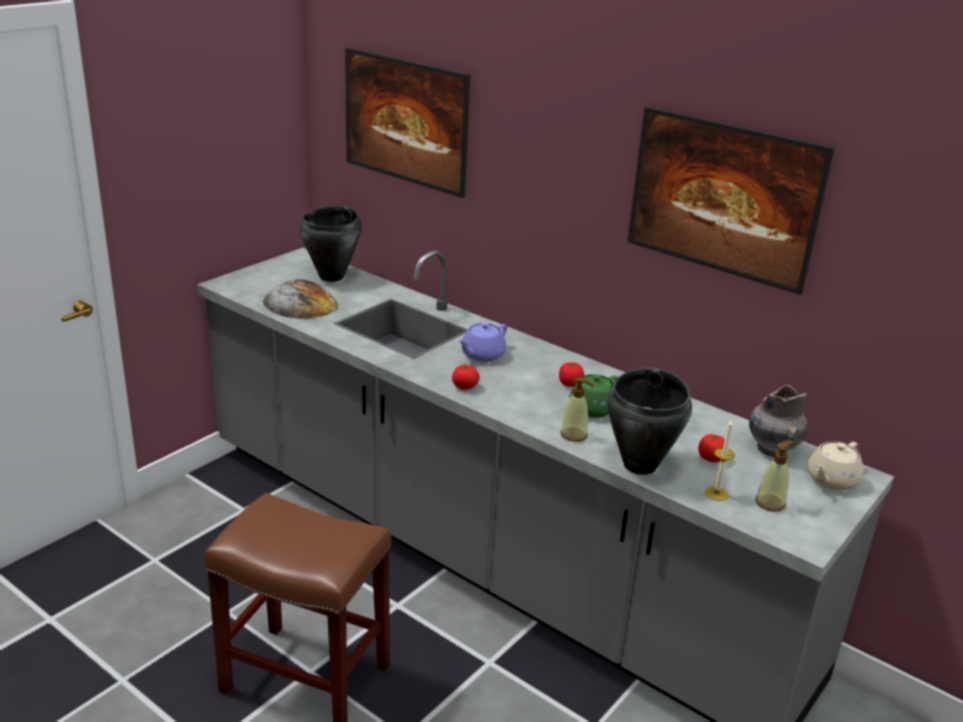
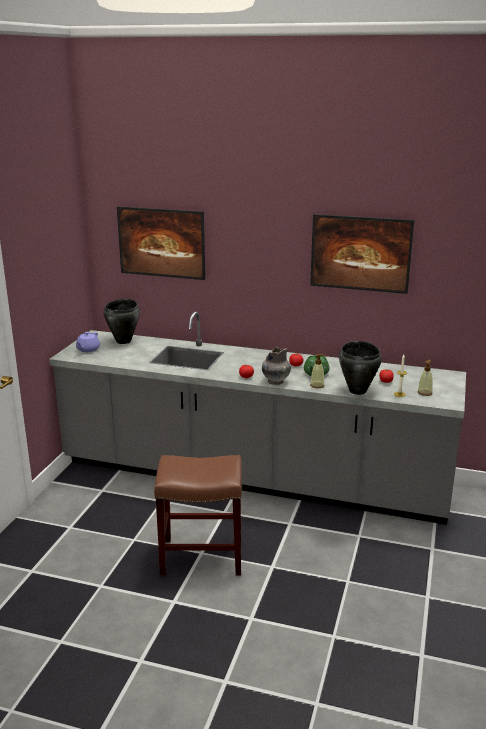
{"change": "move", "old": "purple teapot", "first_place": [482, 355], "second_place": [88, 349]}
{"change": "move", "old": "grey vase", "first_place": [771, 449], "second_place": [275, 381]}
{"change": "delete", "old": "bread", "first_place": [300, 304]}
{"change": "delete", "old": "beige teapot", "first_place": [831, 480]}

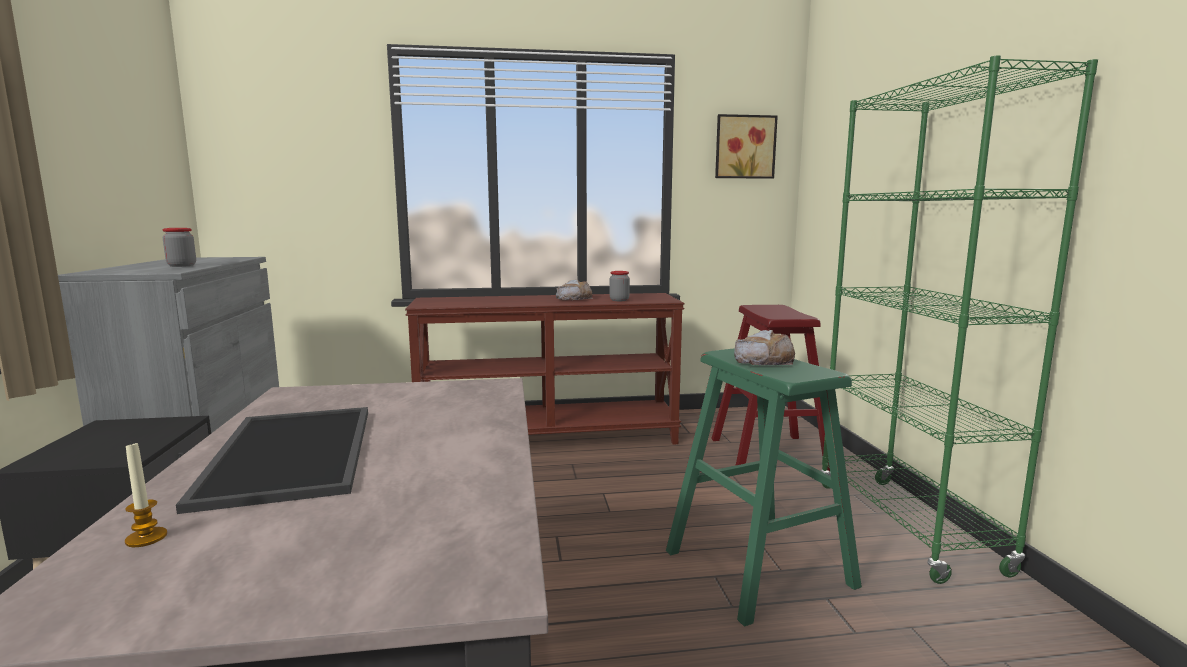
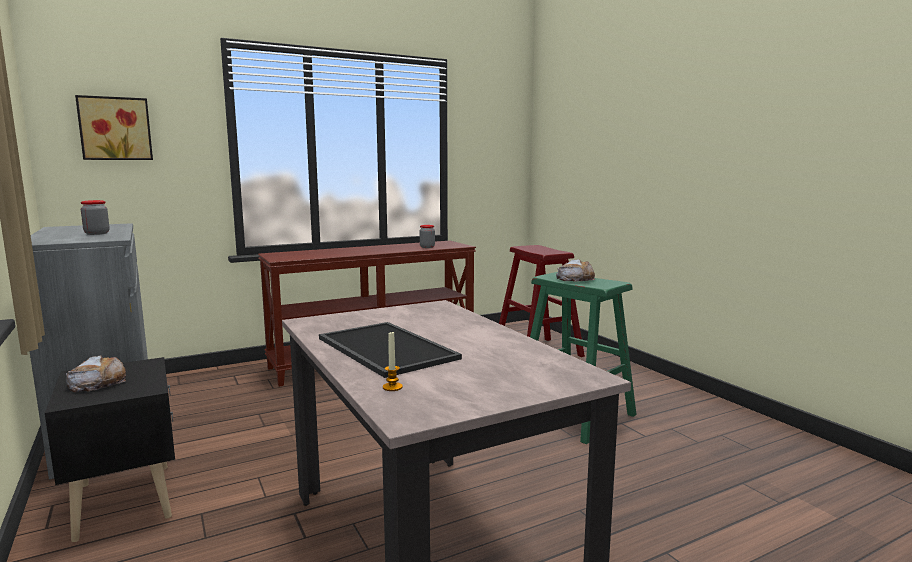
{"change": "move", "old": "bread", "first_place": [574, 298], "second_place": [98, 382]}
{"change": "move", "old": "picture", "first_place": [744, 147], "second_place": [115, 129]}
{"change": "delete", "old": "green bookcase", "first_place": [907, 526]}

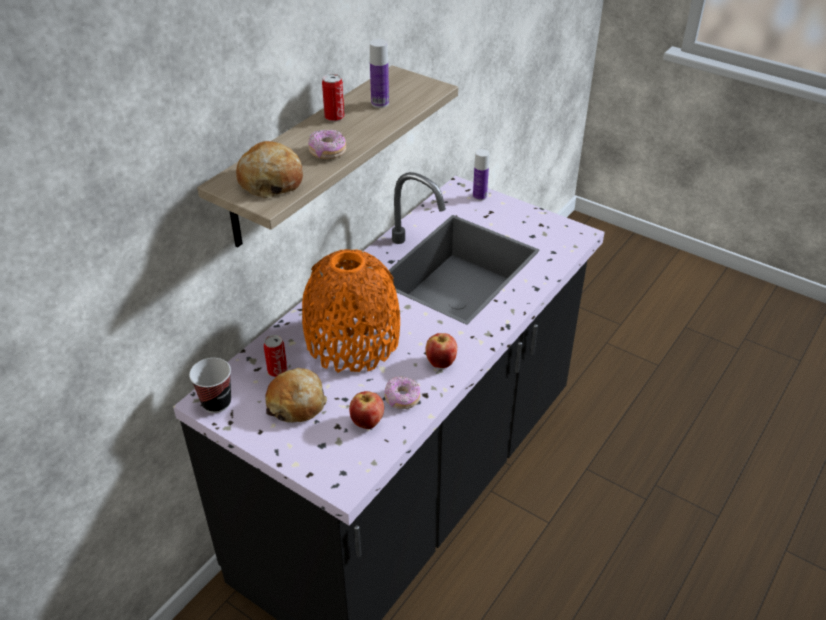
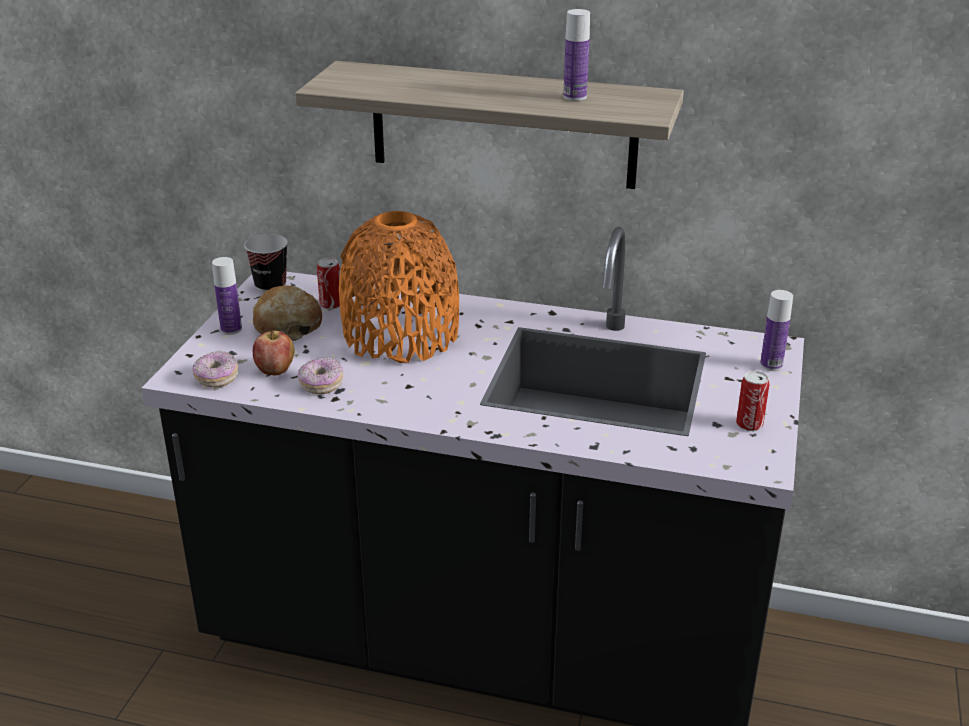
{"change": "move", "old": "donut", "first_place": [327, 152], "second_place": [216, 378]}
{"change": "insert", "new": "bottle", "second_place": [231, 329]}
{"change": "move", "old": "can", "first_place": [334, 117], "second_place": [749, 424]}
{"change": "delete", "old": "bread", "first_place": [271, 181]}
{"change": "delete", "old": "apple", "first_place": [441, 362]}

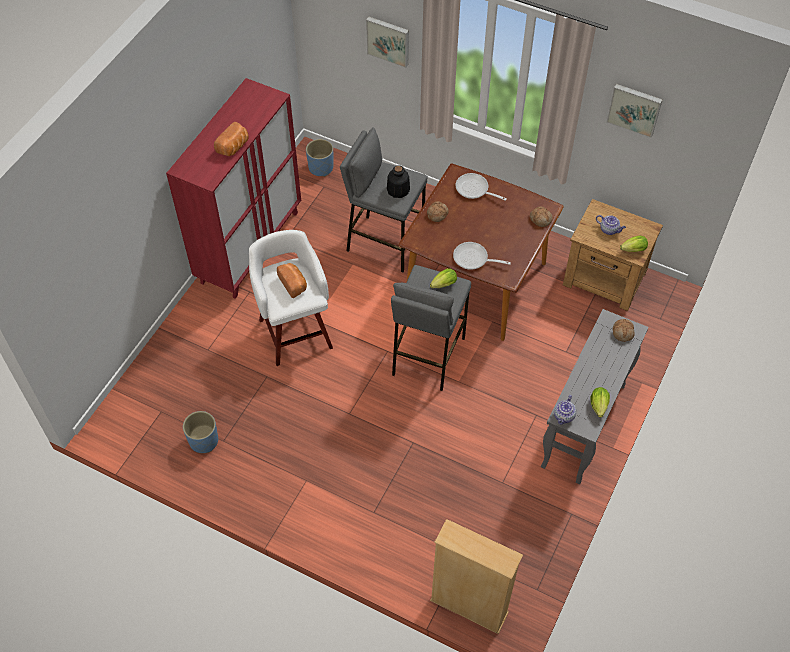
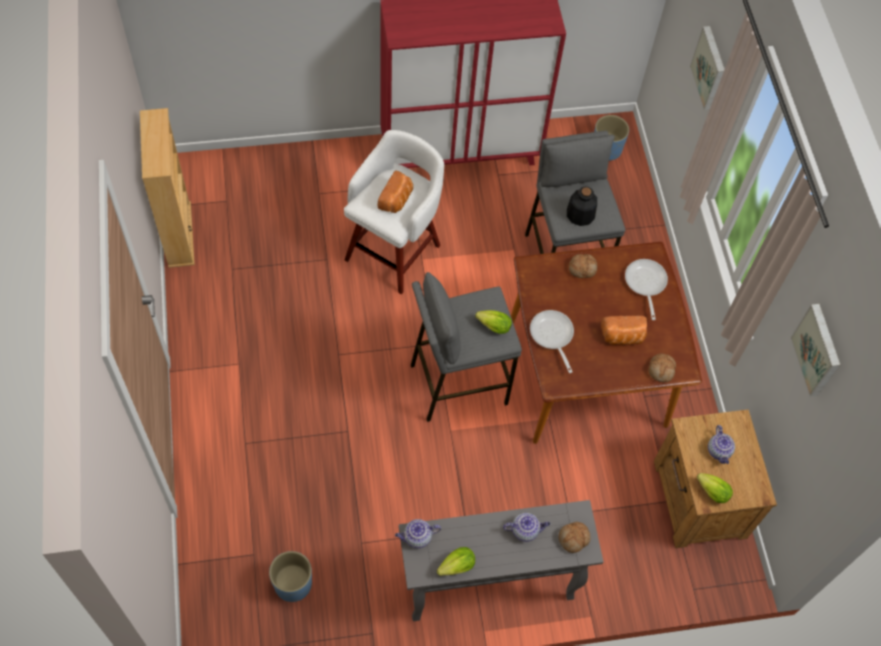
{"change": "move", "old": "beige bookcase", "first_place": [469, 606], "second_place": [179, 234]}
{"change": "move", "old": "blue planter", "first_place": [203, 440], "second_place": [293, 583]}
{"change": "insert", "new": "teapot", "second_place": [525, 530]}
{"change": "move", "old": "bread", "first_place": [234, 147], "second_place": [622, 337]}

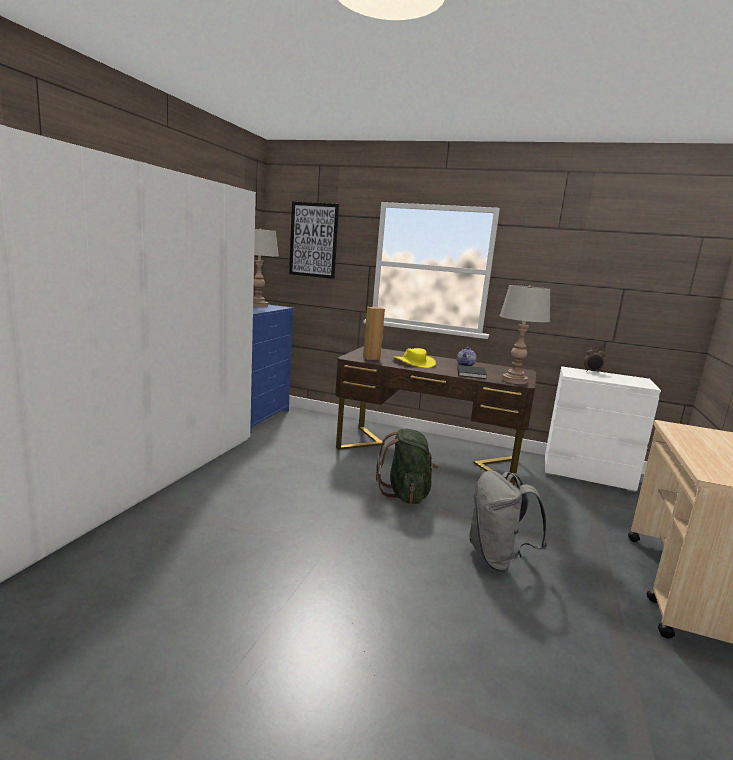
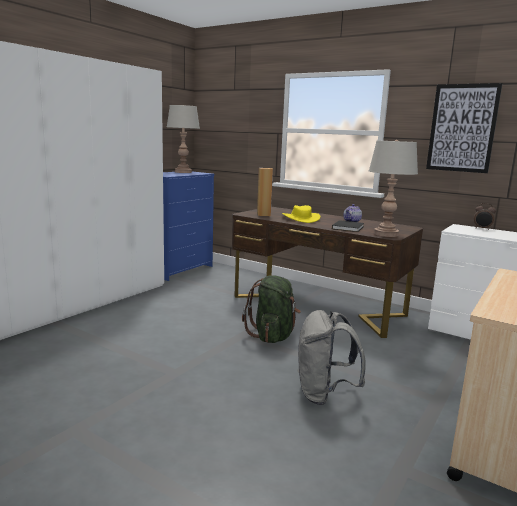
{"change": "move", "old": "picture", "first_place": [313, 240], "second_place": [462, 128]}

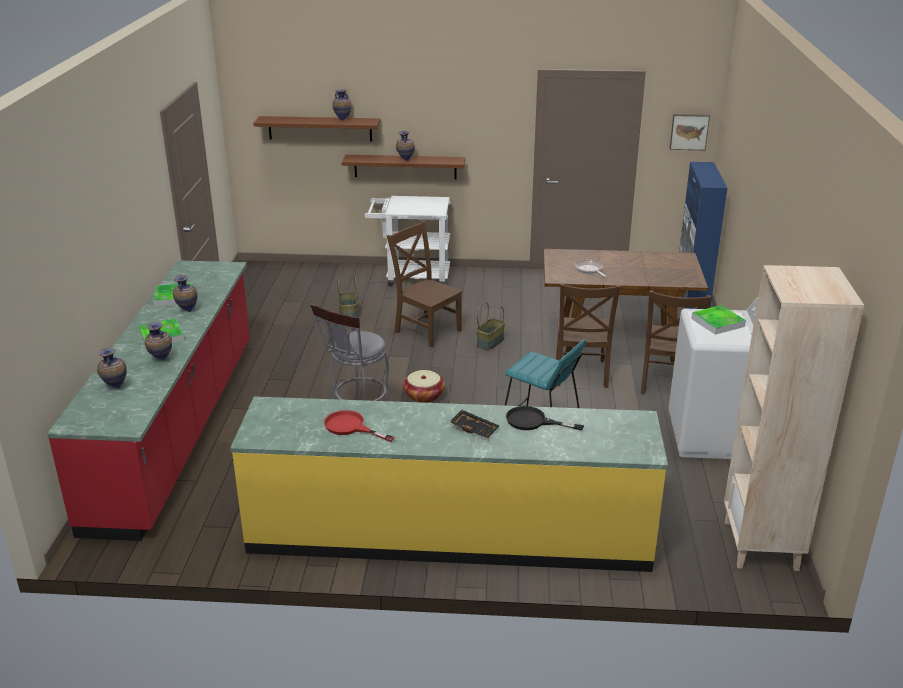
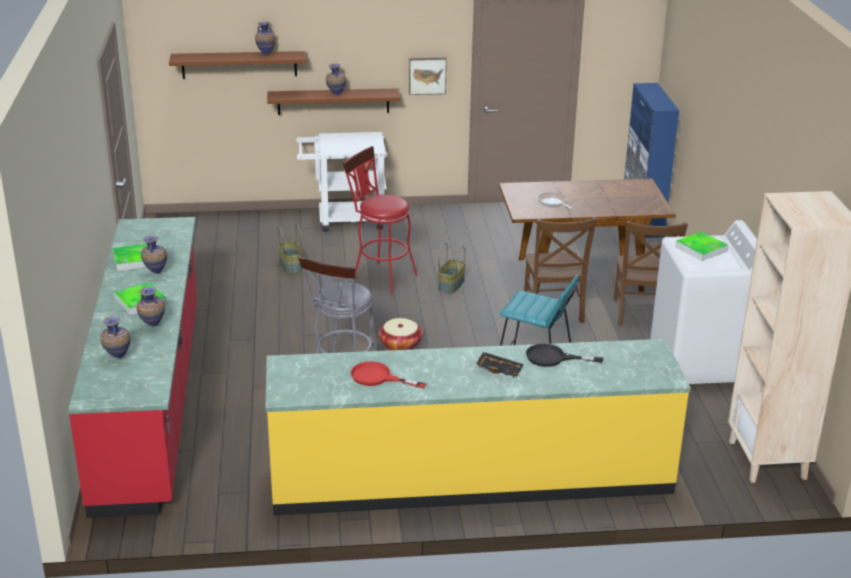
{"change": "replace", "old": "brown chair", "new": "red stool", "first_place": [426, 330], "second_place": [379, 276]}
{"change": "move", "old": "picture", "first_place": [689, 131], "second_place": [427, 75]}

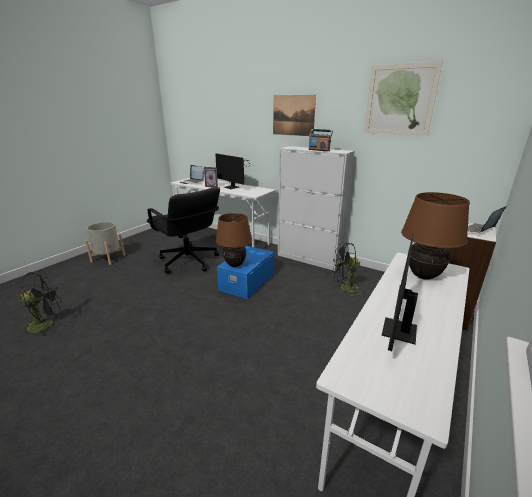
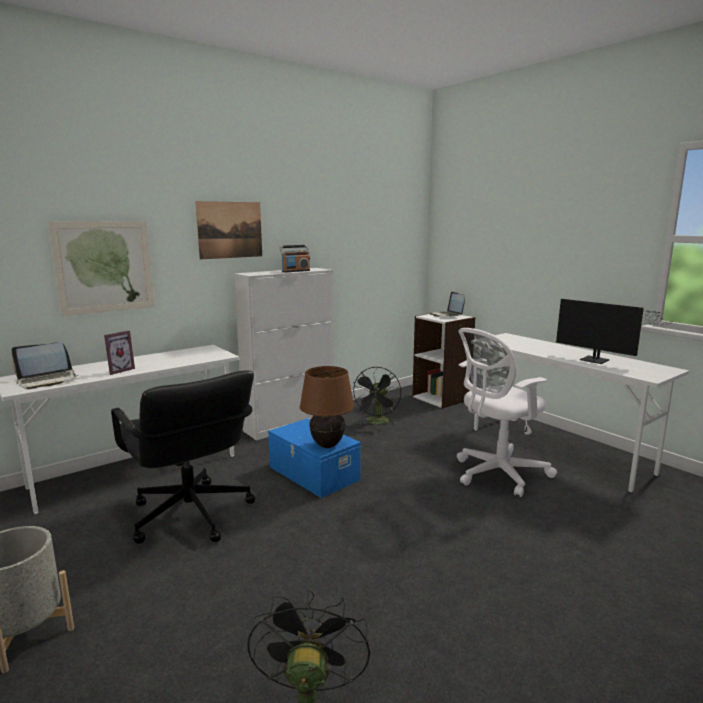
{"change": "move", "old": "picture", "first_place": [400, 100], "second_place": [104, 267]}
{"change": "rotate", "old": "black office chair", "first_place": [188, 261], "second_place": [190, 515], "degrees": 75}
{"change": "insert", "new": "white office chair", "second_place": [497, 474]}
{"change": "delete", "old": "monitor", "first_place": [232, 187]}
{"change": "delete", "old": "brown table lamp", "first_place": [423, 276]}

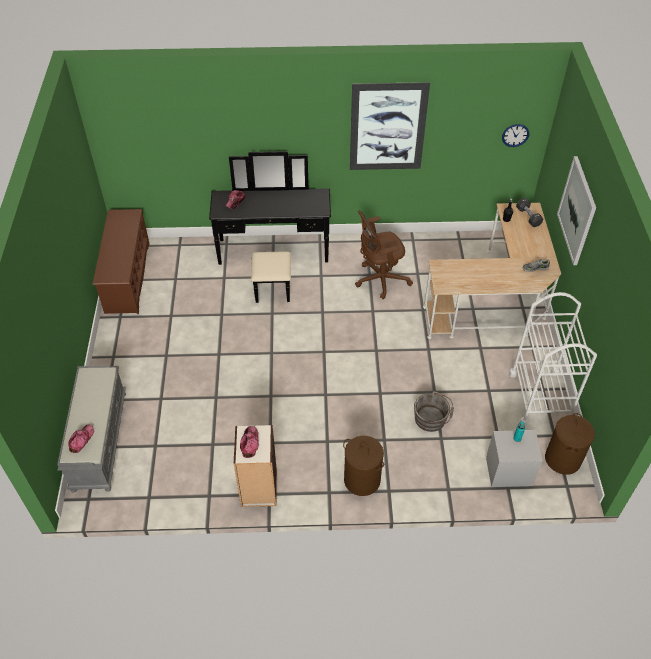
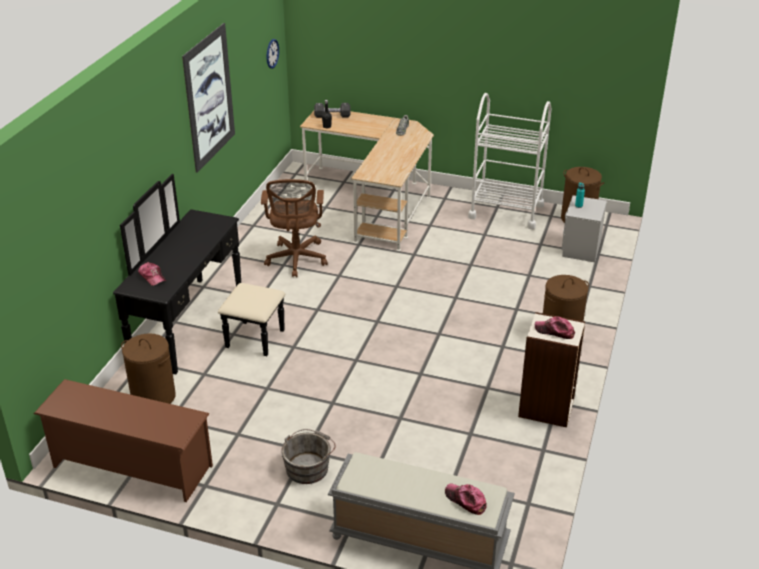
{"change": "insert", "new": "brown laundry basket", "second_place": [153, 397]}
{"change": "move", "old": "grey bucket", "first_place": [432, 419], "second_place": [308, 467]}
{"change": "delete", "old": "picture", "first_place": [577, 211]}

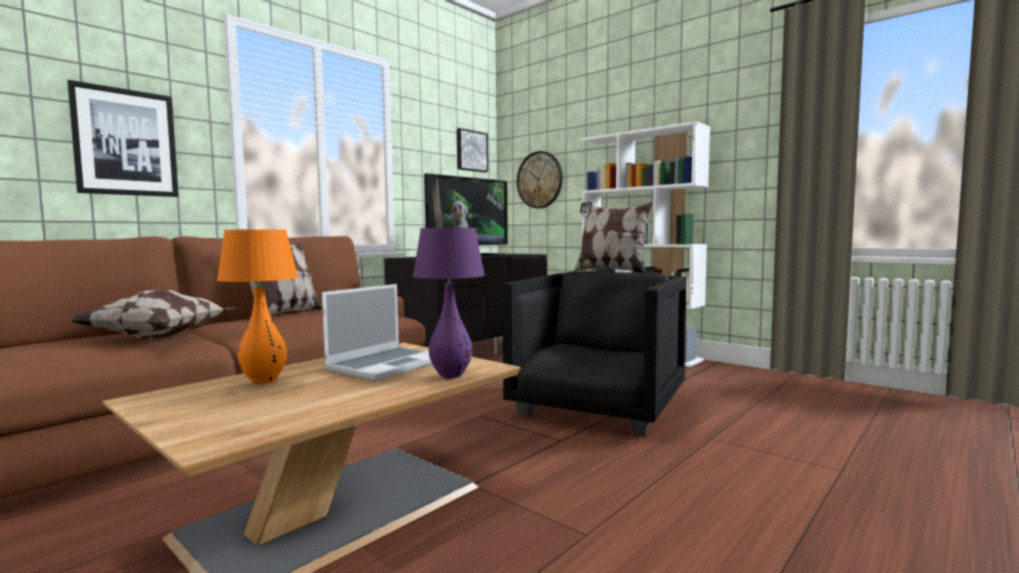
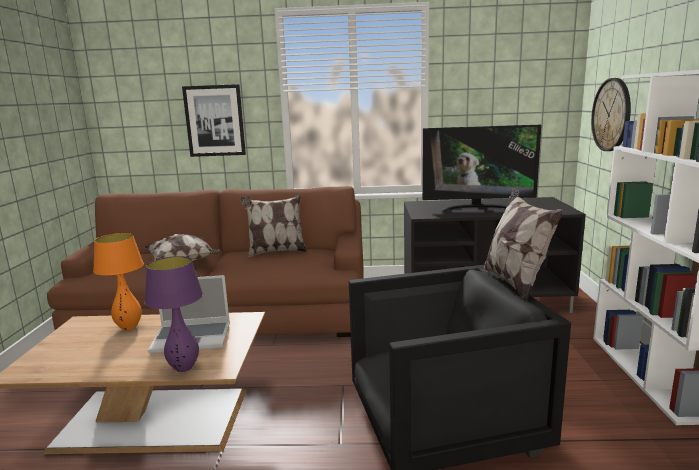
{"change": "delete", "old": "picture", "first_place": [471, 151]}

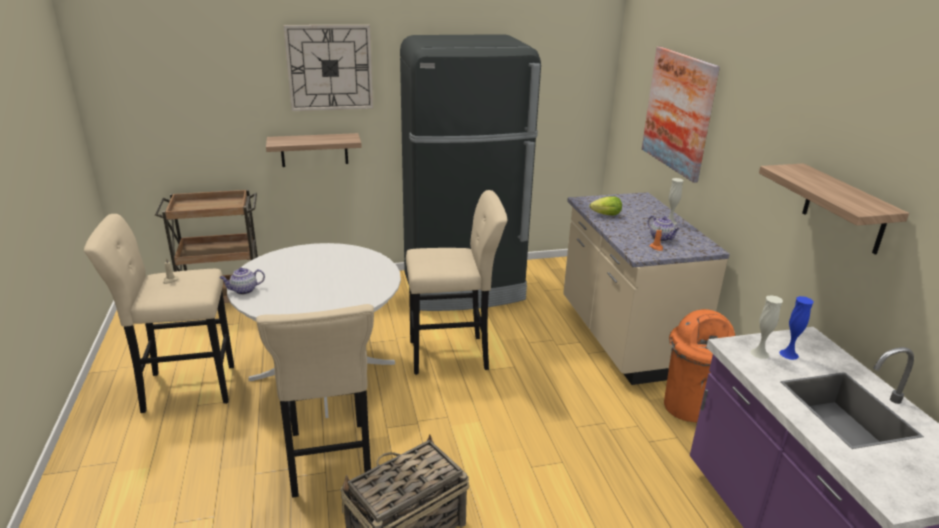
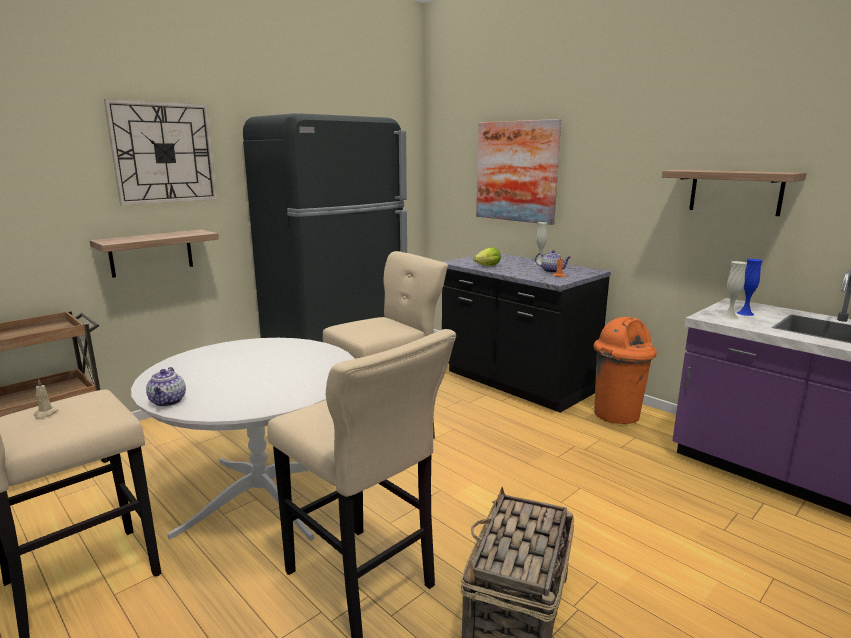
{"change": "rotate", "old": "teapot", "first_place": [243, 290], "second_place": [168, 402], "degrees": -45}
{"change": "recolor", "old": "beige counter", "new": "black counter", "first_place": [623, 338], "second_place": [515, 383]}

